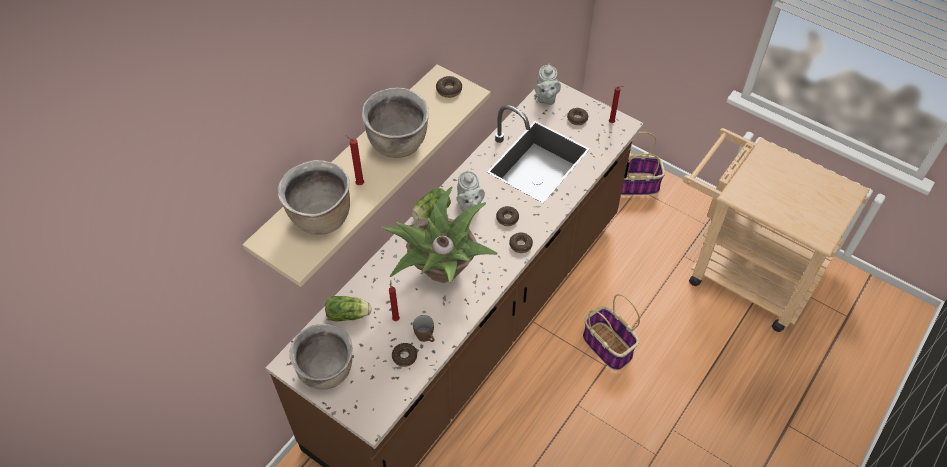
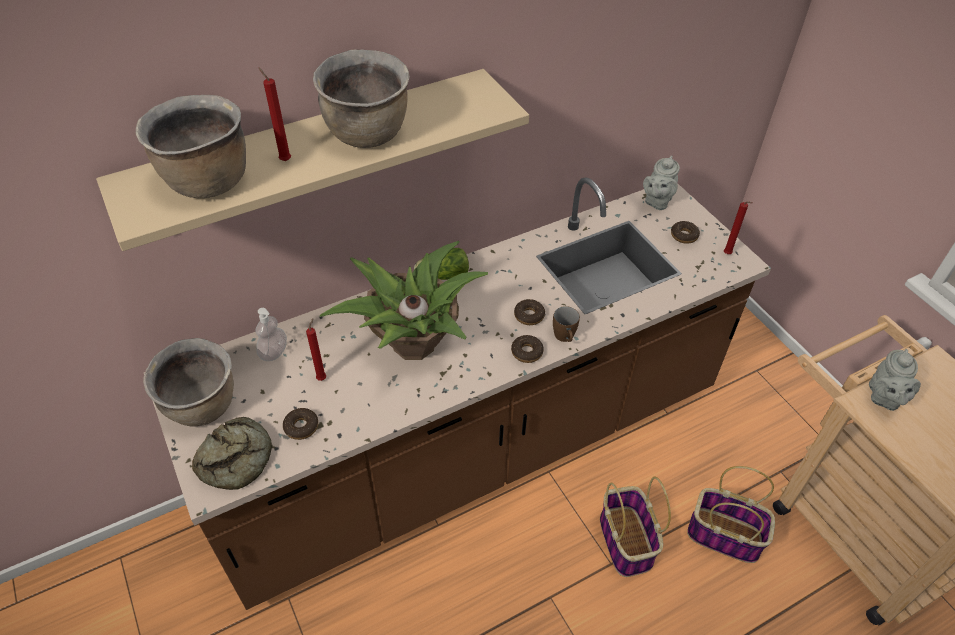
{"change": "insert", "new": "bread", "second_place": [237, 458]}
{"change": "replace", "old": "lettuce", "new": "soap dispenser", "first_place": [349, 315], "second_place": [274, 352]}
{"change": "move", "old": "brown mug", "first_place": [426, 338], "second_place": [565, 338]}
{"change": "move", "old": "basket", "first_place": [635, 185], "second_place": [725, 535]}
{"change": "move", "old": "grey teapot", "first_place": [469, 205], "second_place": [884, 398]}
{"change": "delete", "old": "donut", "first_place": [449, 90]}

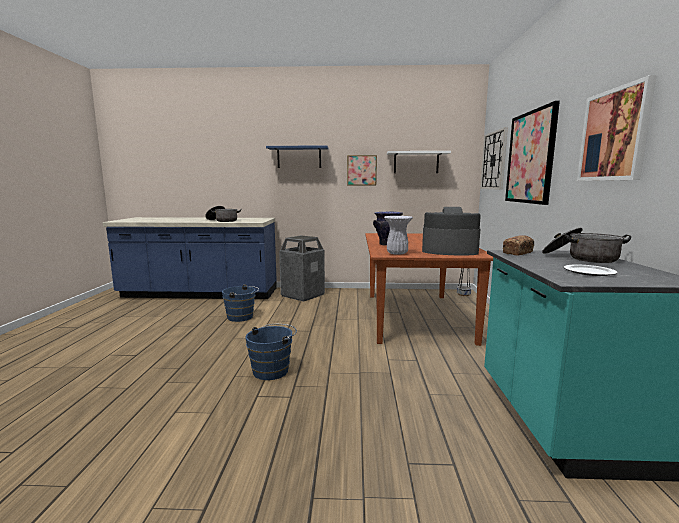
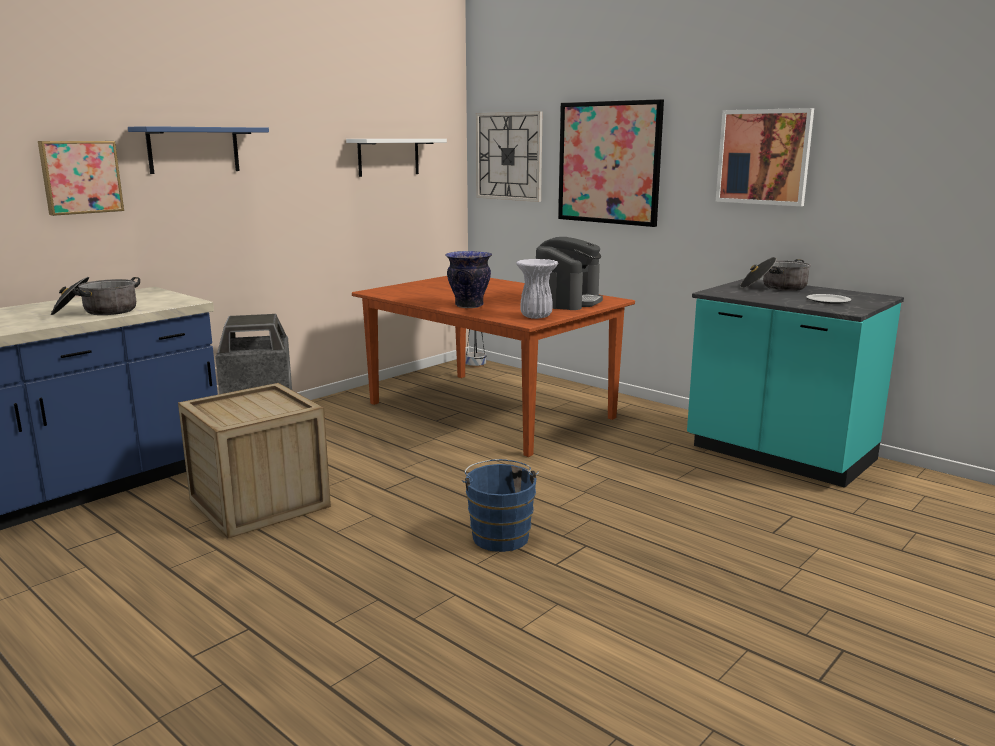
{"change": "move", "old": "picture", "first_place": [361, 170], "second_place": [80, 177]}
{"change": "replace", "old": "blue bucket", "new": "crate", "first_place": [242, 317], "second_place": [259, 503]}
{"change": "rotate", "old": "coffee machine", "first_place": [449, 251], "second_place": [567, 301], "degrees": 150}
{"change": "delete", "old": "bread", "first_place": [517, 253]}

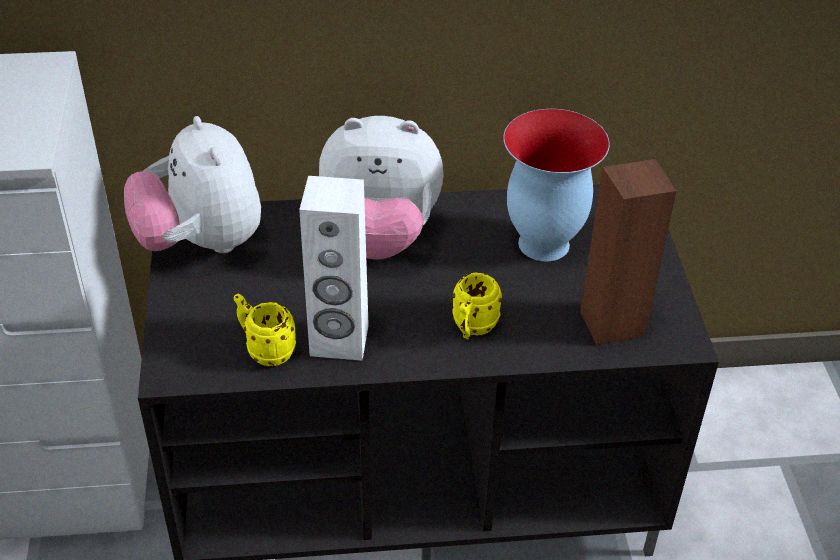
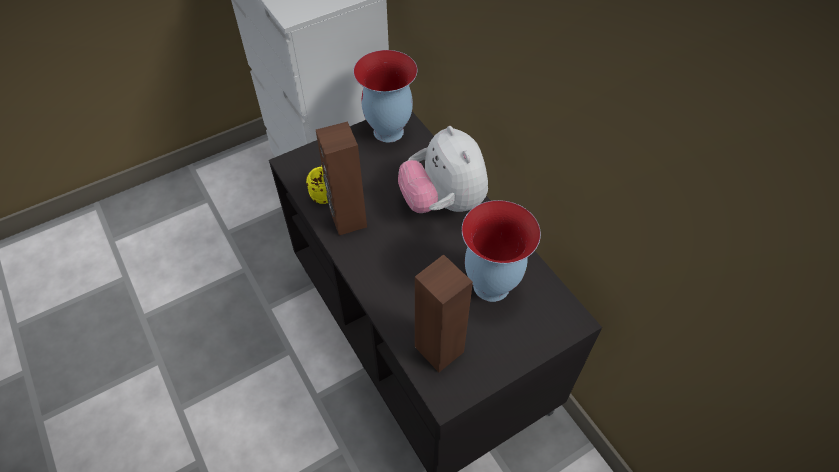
{"change": "recolor", "old": "white speaker", "new": "brown speaker", "first_place": [339, 341], "second_place": [347, 219]}
{"change": "replace", "old": "plush toy", "new": "vase", "first_place": [201, 242], "second_place": [388, 132]}
{"change": "delete", "old": "yellow mug", "first_place": [472, 328]}

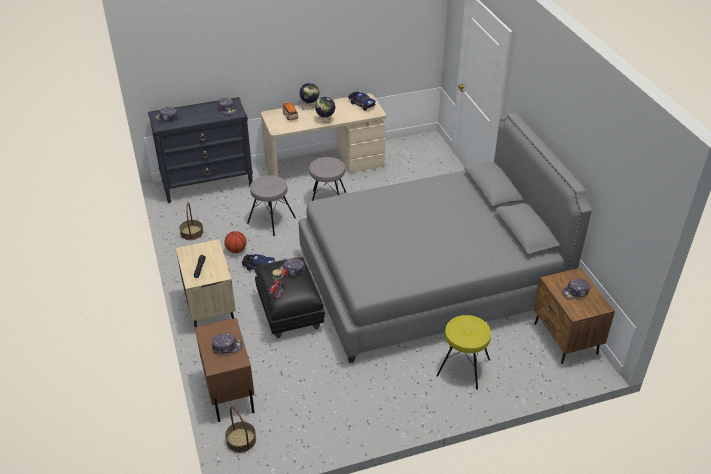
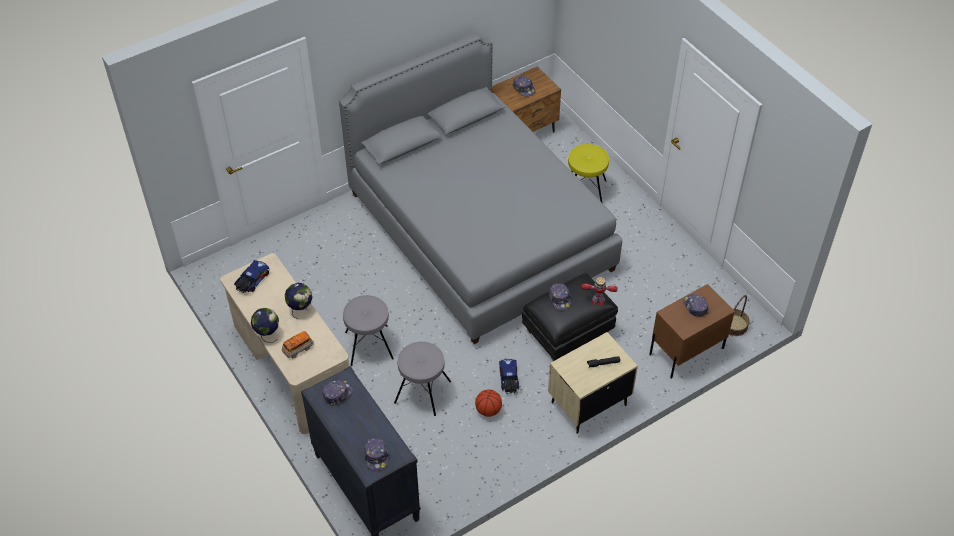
{"change": "delete", "old": "basket", "first_place": [192, 233]}

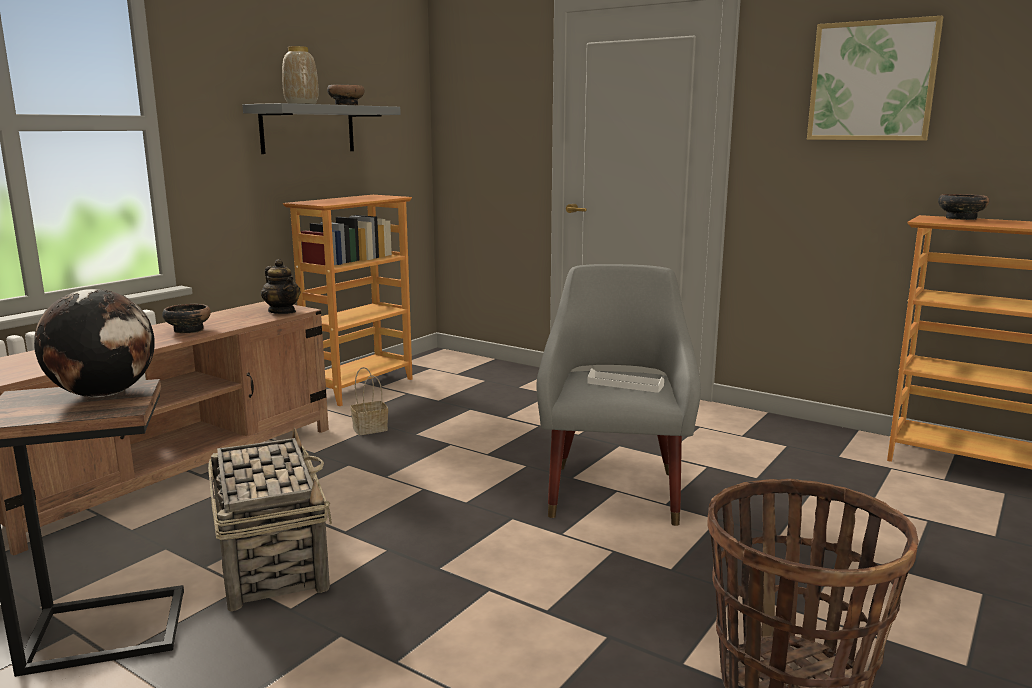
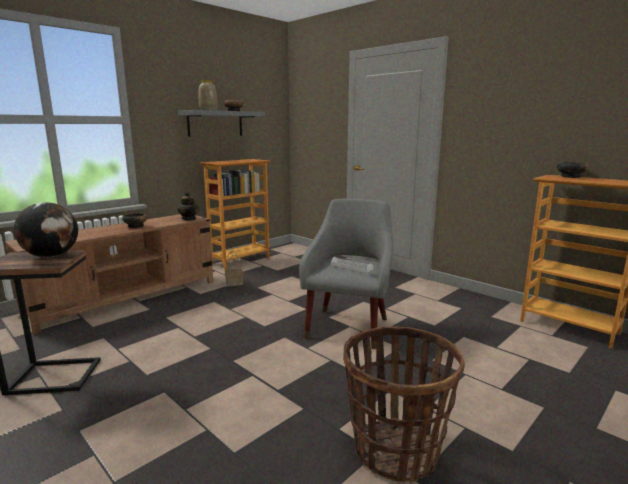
{"change": "delete", "old": "basket", "first_place": [271, 561]}
{"change": "delete", "old": "picture", "first_place": [872, 81]}

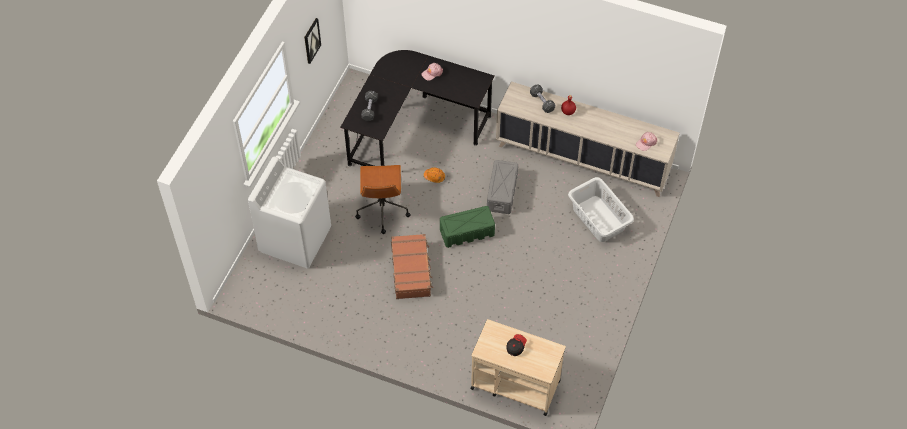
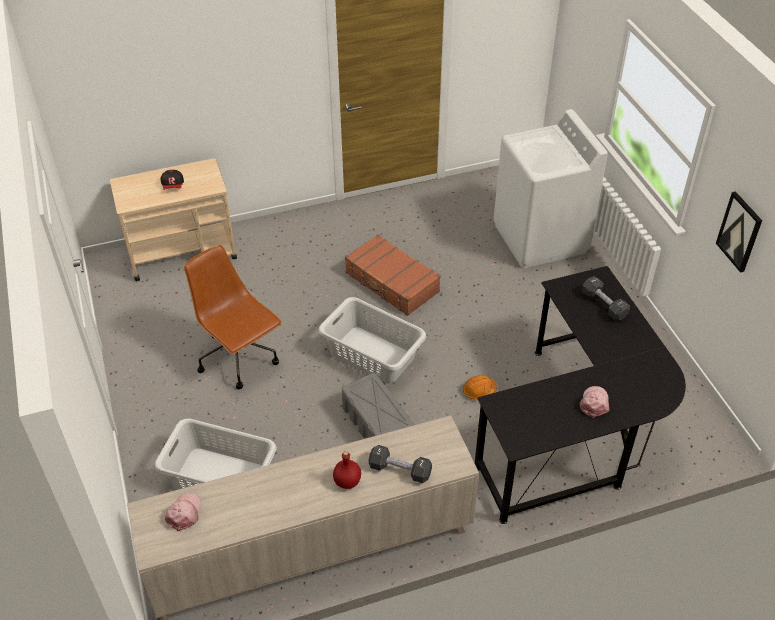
{"change": "move", "old": "brown office chair", "first_place": [382, 210], "second_place": [240, 358]}
{"change": "replace", "old": "green storage box", "new": "grey laundry basket", "first_place": [467, 232], "second_place": [372, 355]}

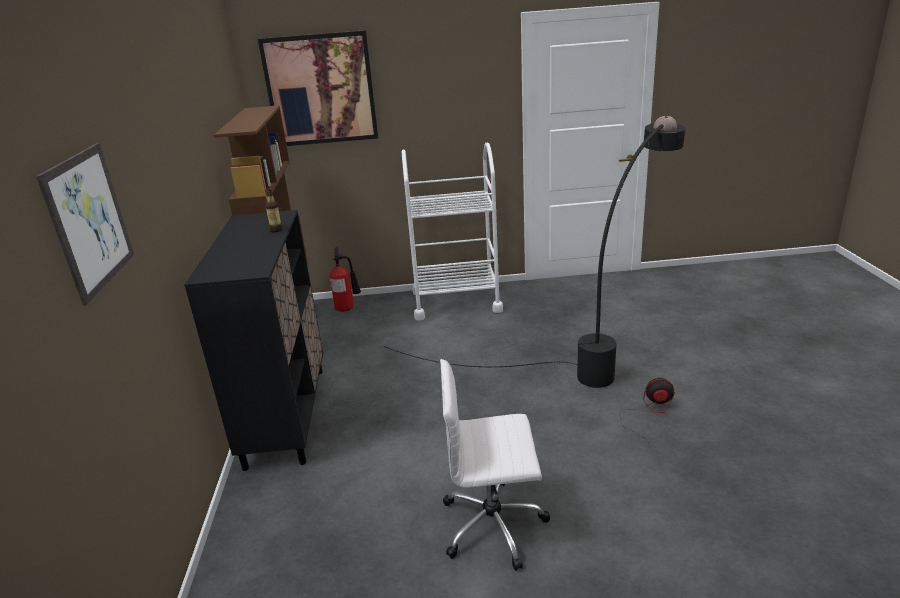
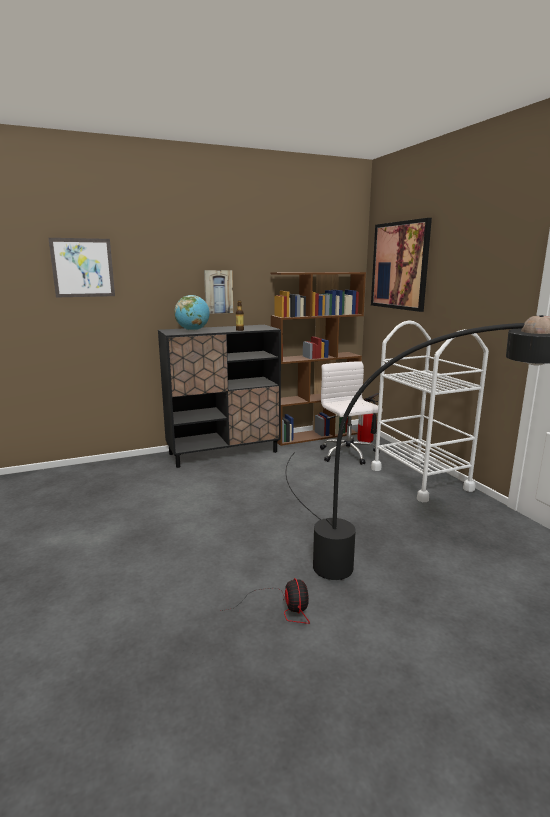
{"change": "insert", "new": "globe", "second_place": [193, 330]}
{"change": "insert", "new": "picture", "second_place": [218, 291]}
{"change": "move", "old": "white office chair", "first_place": [494, 525], "second_place": [348, 454]}

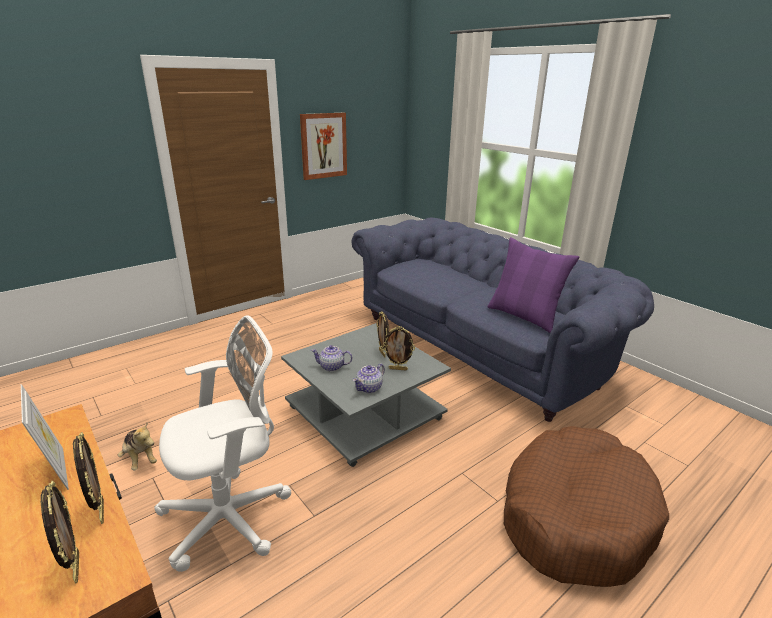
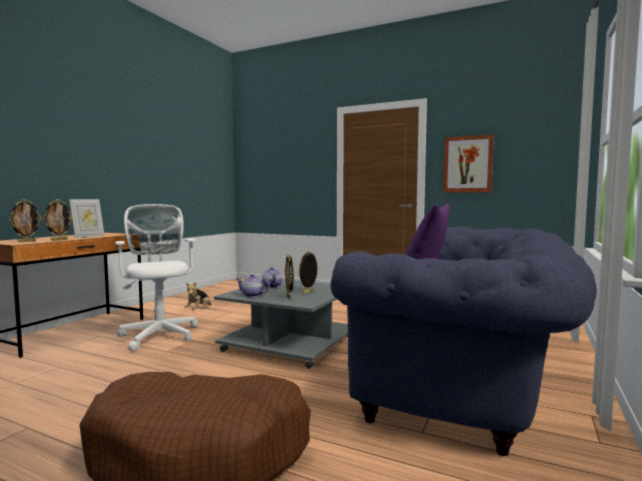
{"change": "rotate", "old": "white office chair", "first_place": [232, 517], "second_place": [160, 334], "degrees": -150}

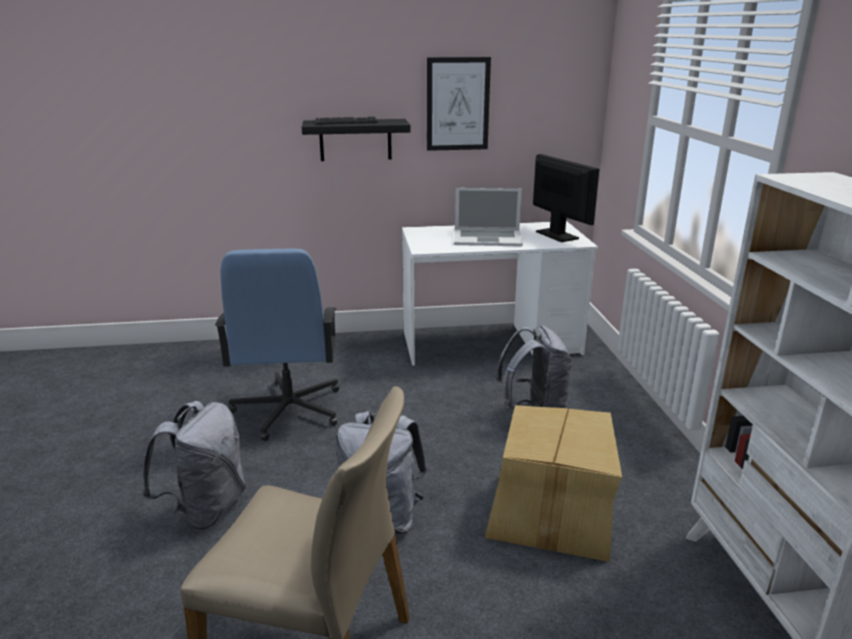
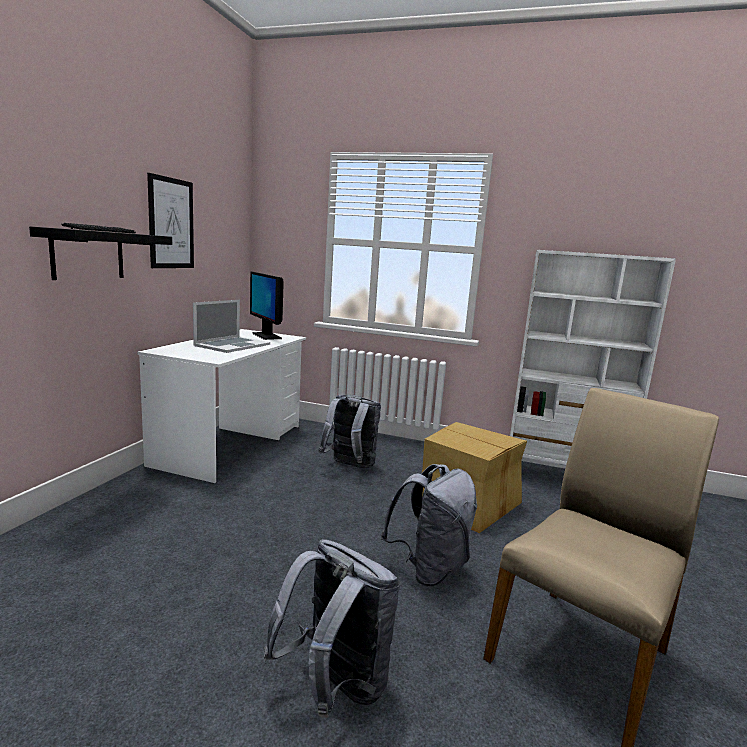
{"change": "rotate", "old": "monitor", "first_place": [557, 235], "second_place": [266, 336], "degrees": -120}
{"change": "delete", "old": "blue office chair", "first_place": [288, 410]}

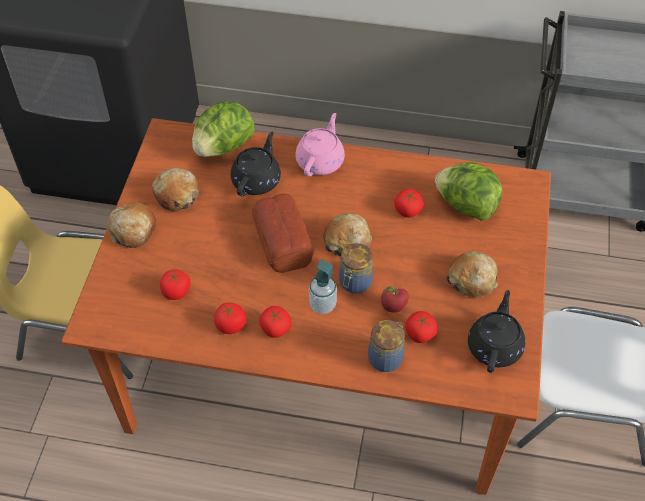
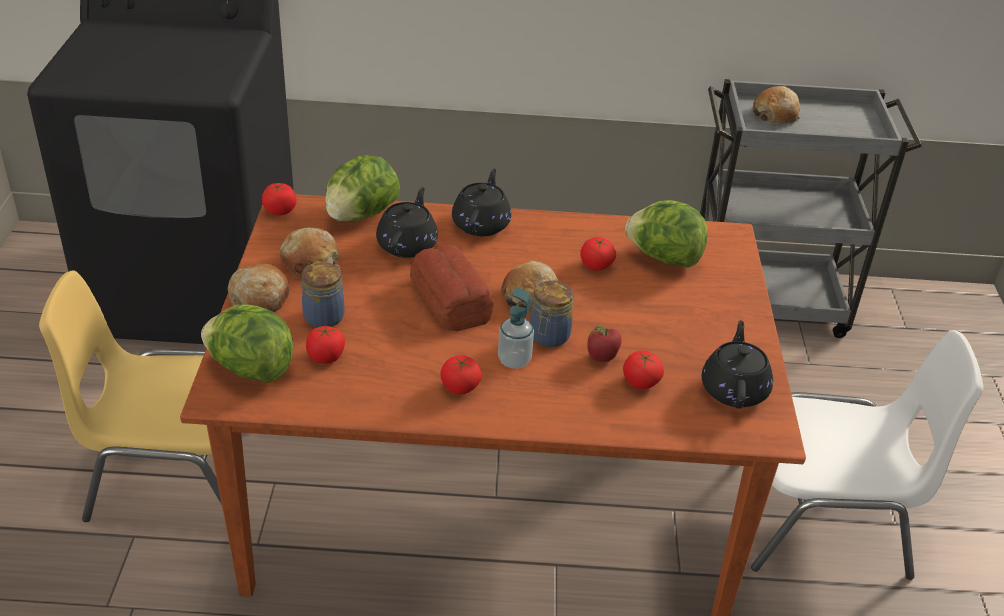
{"change": "insert", "new": "lettuce", "second_place": [250, 369]}
{"change": "move", "old": "tomato", "first_place": [231, 325], "second_place": [280, 210]}
{"change": "move", "old": "jar", "first_place": [386, 357], "second_place": [325, 316]}
{"change": "recolor", "old": "pink teapot", "new": "black teapot", "first_place": [320, 161], "second_place": [481, 224]}
{"change": "move", "old": "bread", "first_place": [472, 279], "second_place": [775, 115]}

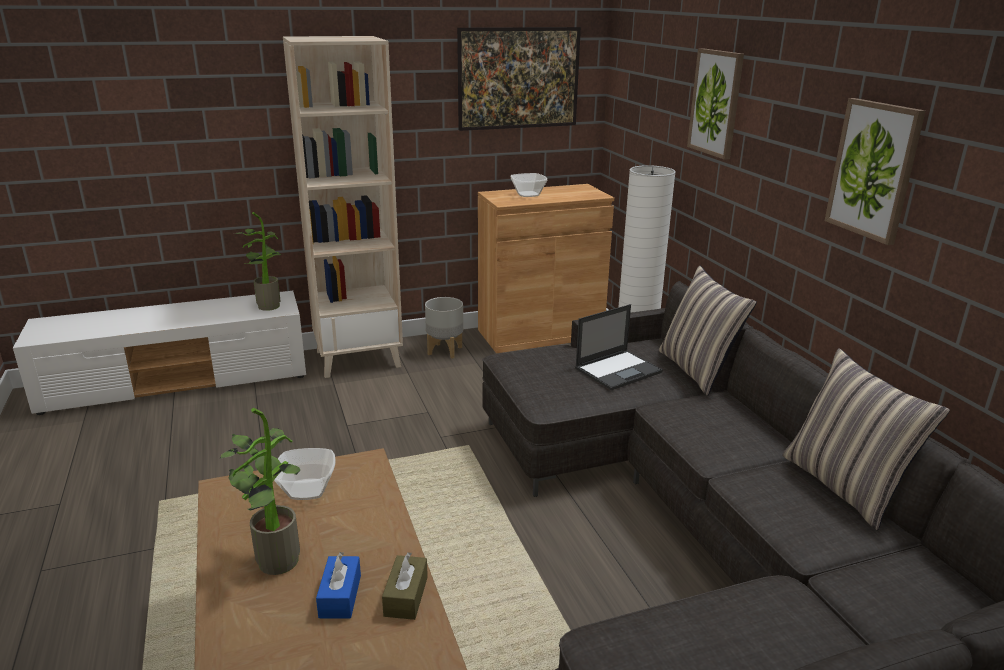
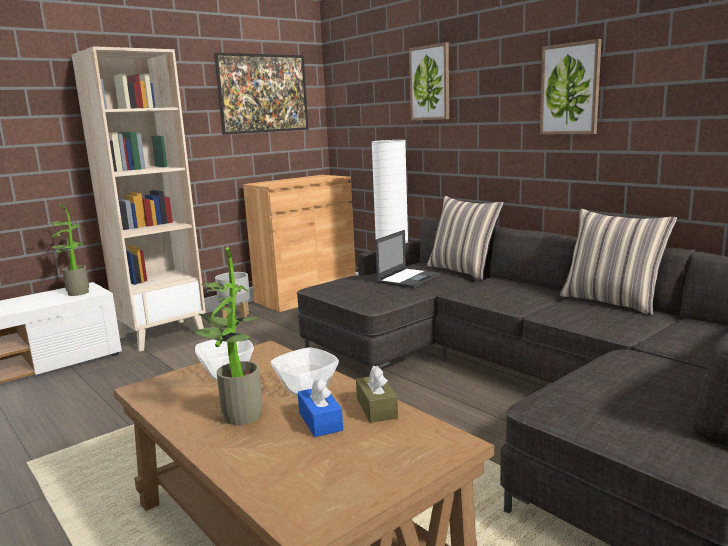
{"change": "move", "old": "bowl", "first_place": [528, 194], "second_place": [306, 389]}

